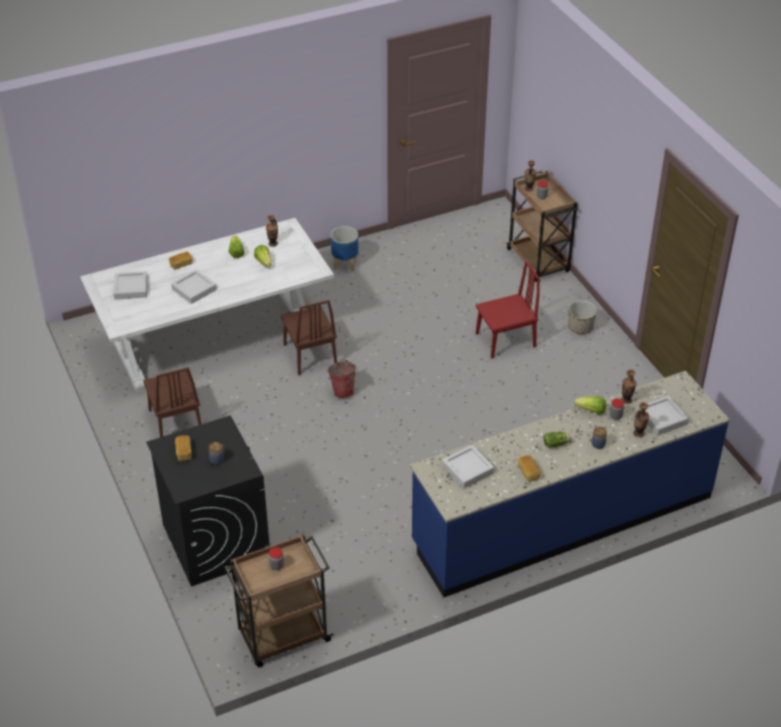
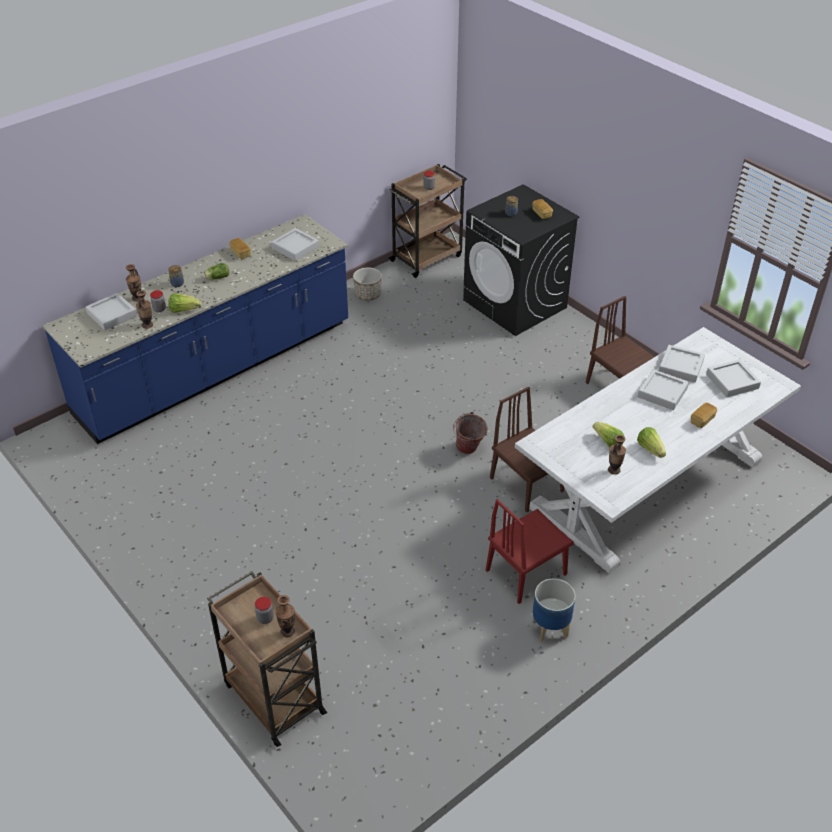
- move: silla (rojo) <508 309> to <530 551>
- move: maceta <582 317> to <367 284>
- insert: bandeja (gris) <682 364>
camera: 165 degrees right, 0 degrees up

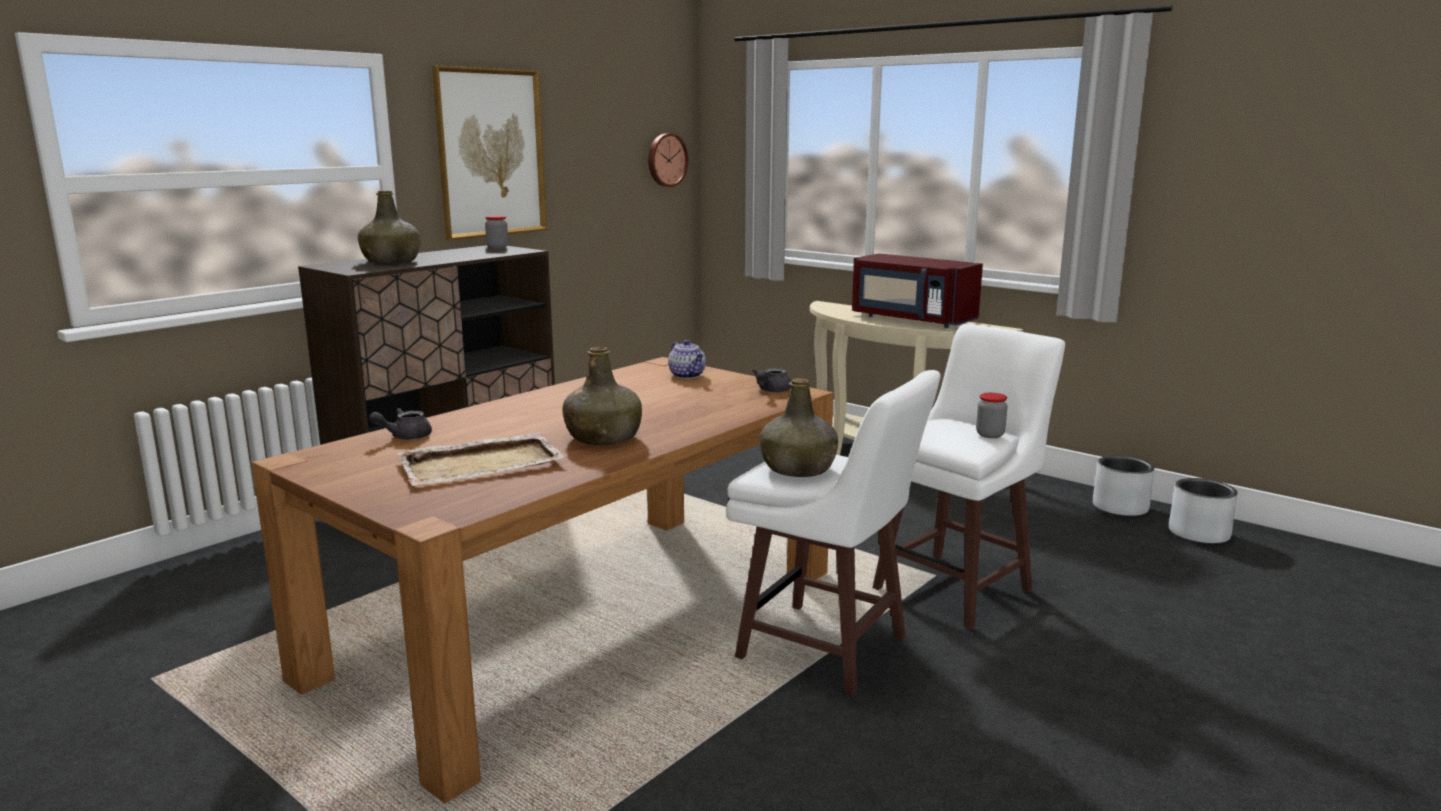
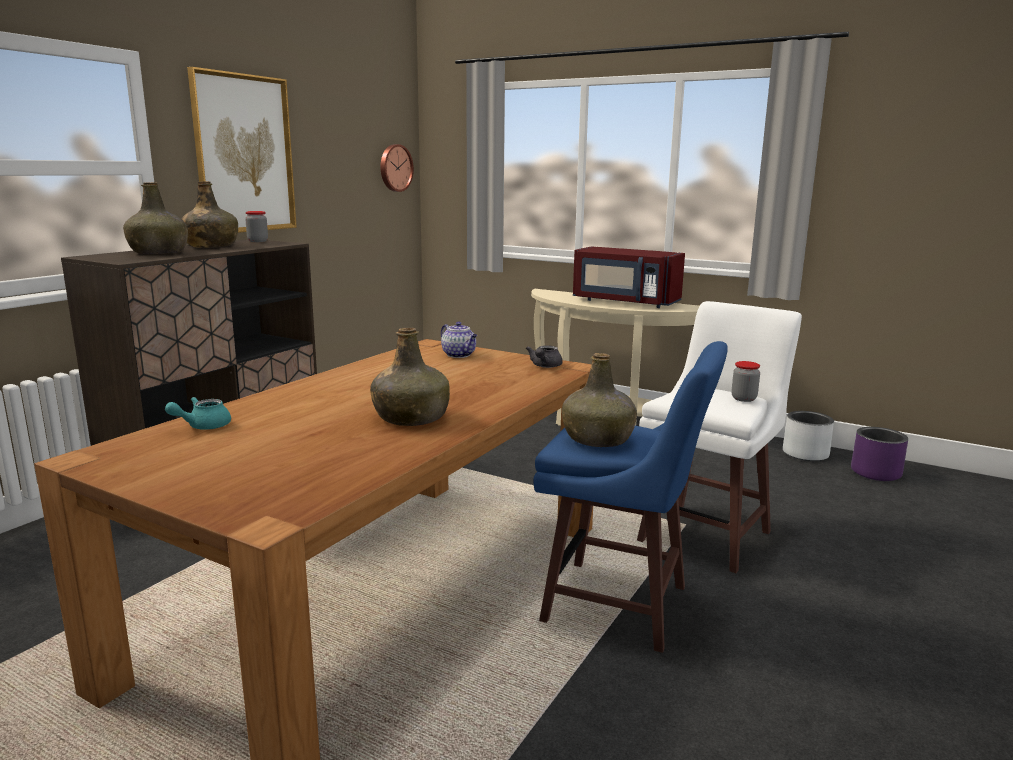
- recolor: tetera (gris) <400 424> to tetera (turquesa) <198 413>
- delete: bandeja (beis) <482 459>
- recolor: taburete (blanco) <833 533> to taburete (azul) <630 497>
- recolor: maceta (gris) <1203 511> to maceta (morado) <879 454>
- insert: botella (verde) <210 214>
camera: 10 degrees left, 0 degrees up

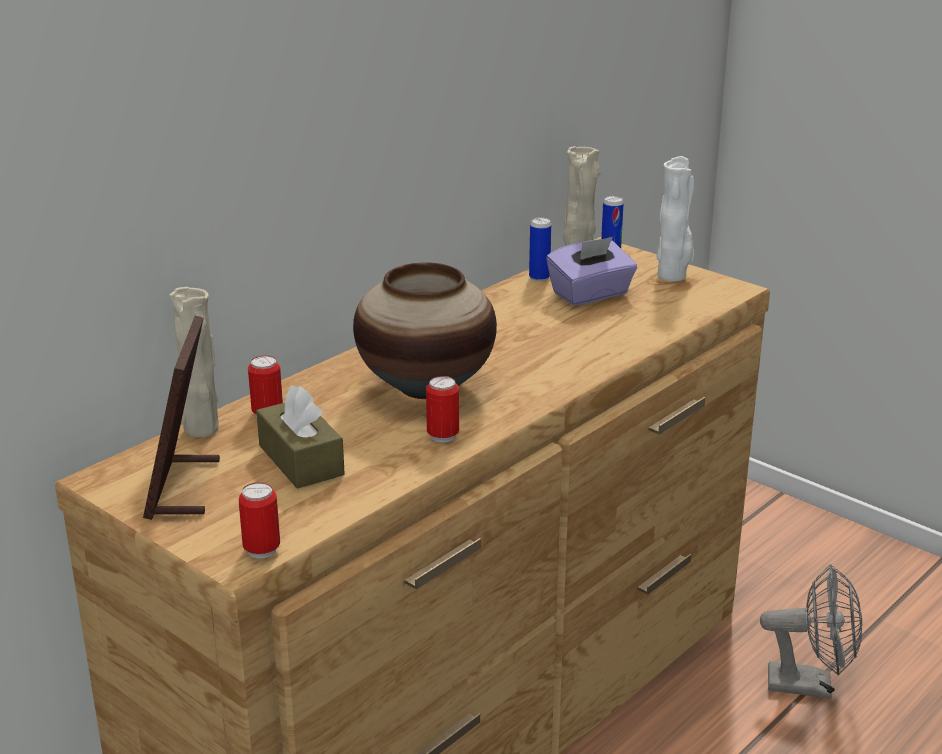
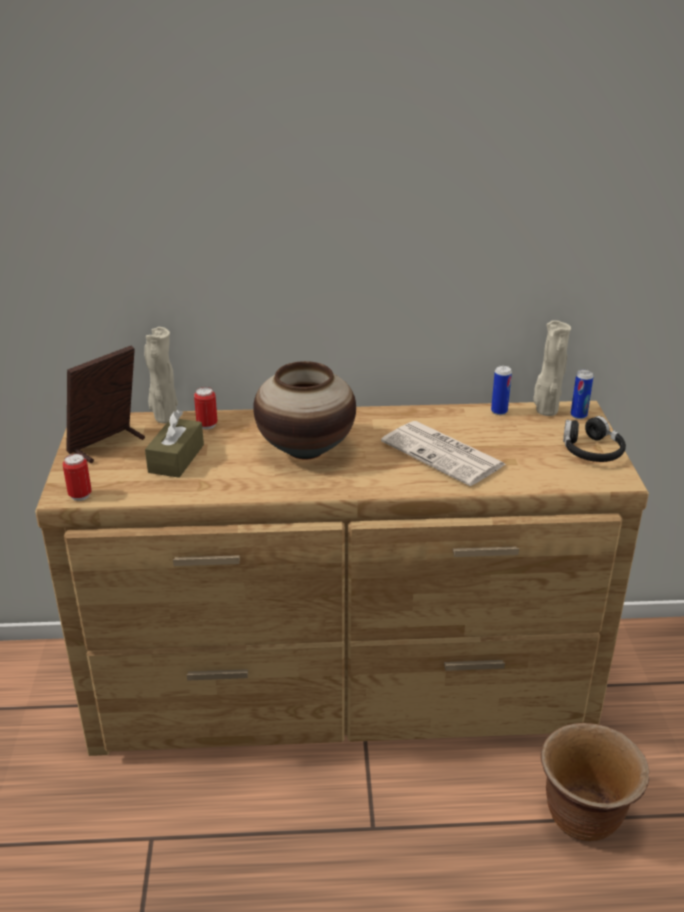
- delete: lata <442 409>
- delete: caja de pañuelos (morado) <591 271>
- replace: florero (blanco) <675 218> to auriculares (negro) <594 439>
- replace: ventilador (gris) <811 631> to maceta (marrón) <595 782>
- insert: periódico <444 453>
camera: 45 degrees right, 5 degrees up

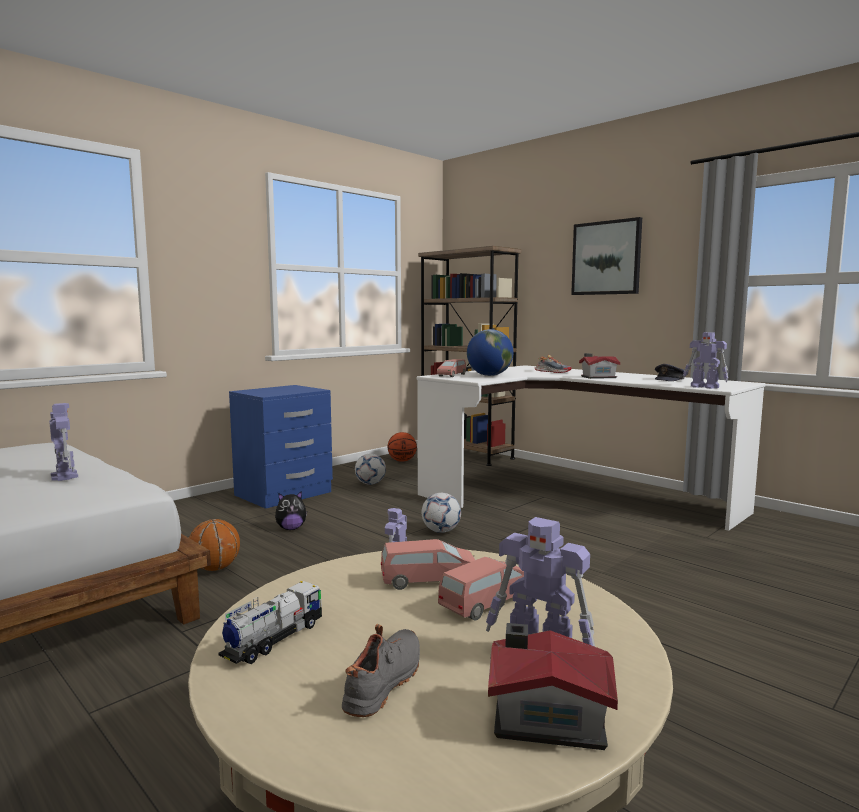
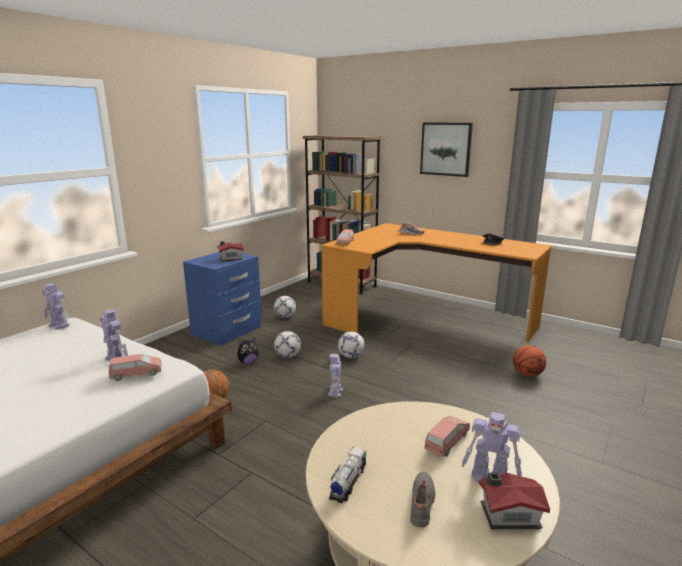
- move: coche de juguete (rosa) <428 564> to <135 367>
- move: balón de baloncesto <402 447> to <529 361>
- recolor: escritorio (blanco) <591 448> to escritorio (naranja) <436 282>
- delete: globo terráqueo <490 352>
- move: casita <599 366> to <230 251>
- move: robot de juguete <705 360> to <56 307>
- insert: balón de fútbol <287 344>
camera: 10 degrees left, 10 degrees up

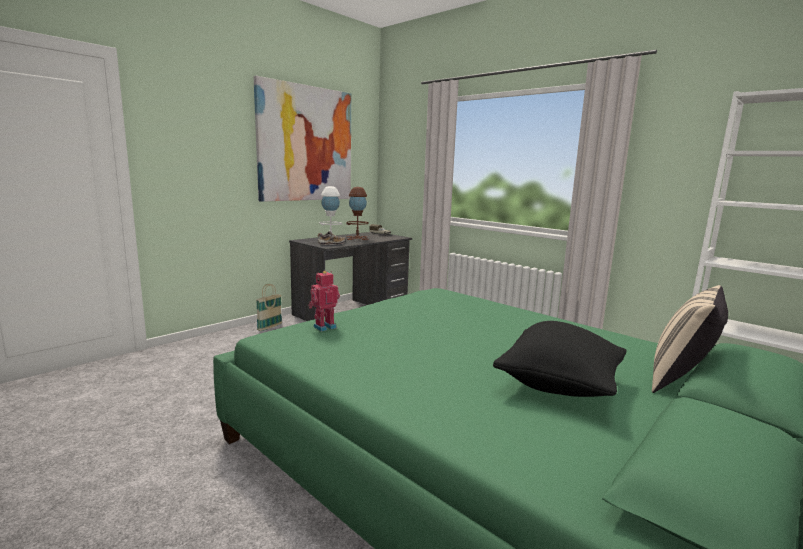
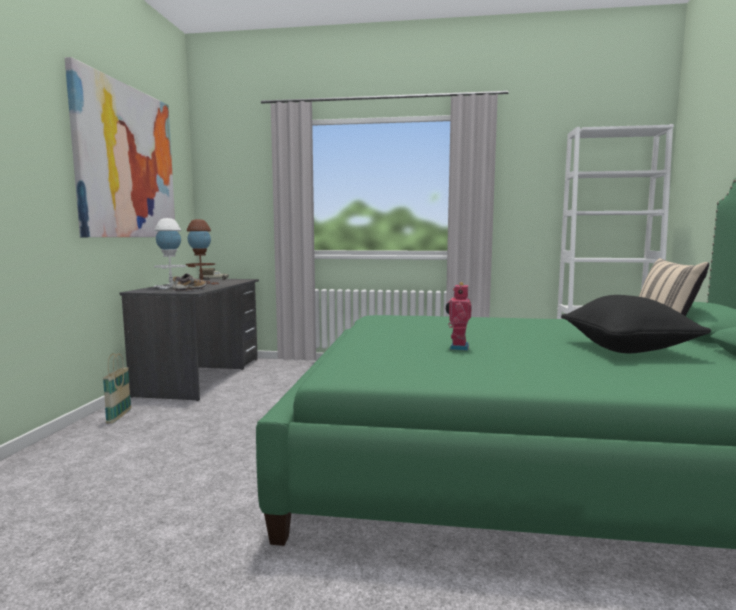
- move: robot de juguete <324 301> to <459 316>
camera: 35 degrees left, 5 degrees down

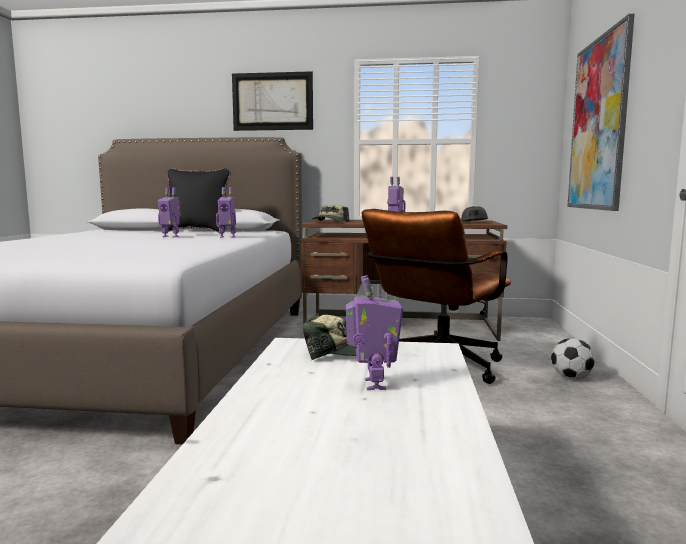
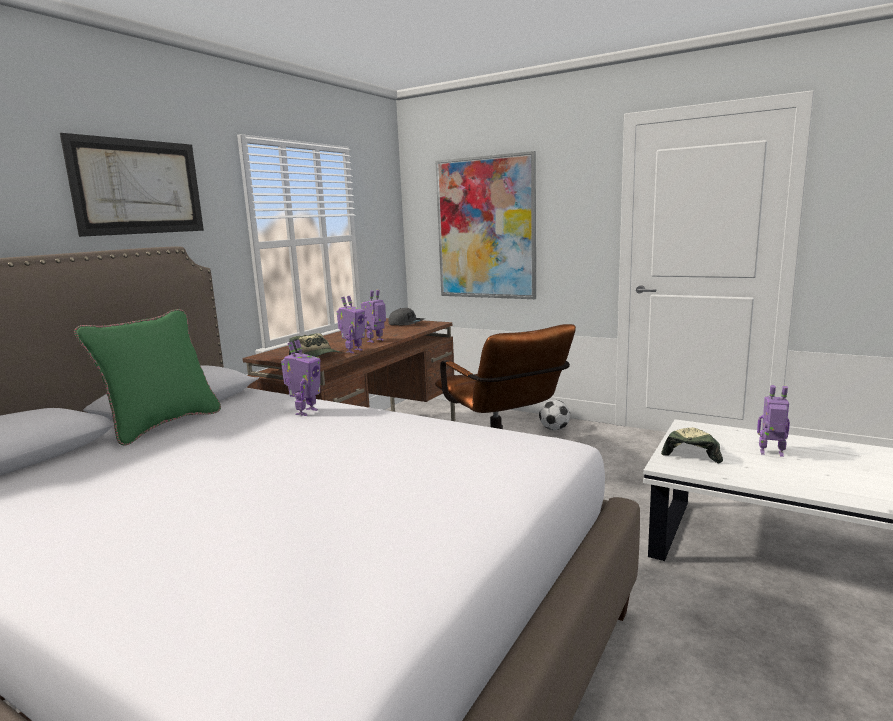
- move: robot de juguete <169 212> to <351 324>
- recolor: cojín (negro) <196 200> to cojín (verde) <147 377>
camera: 65 degrees left, 5 degrees up

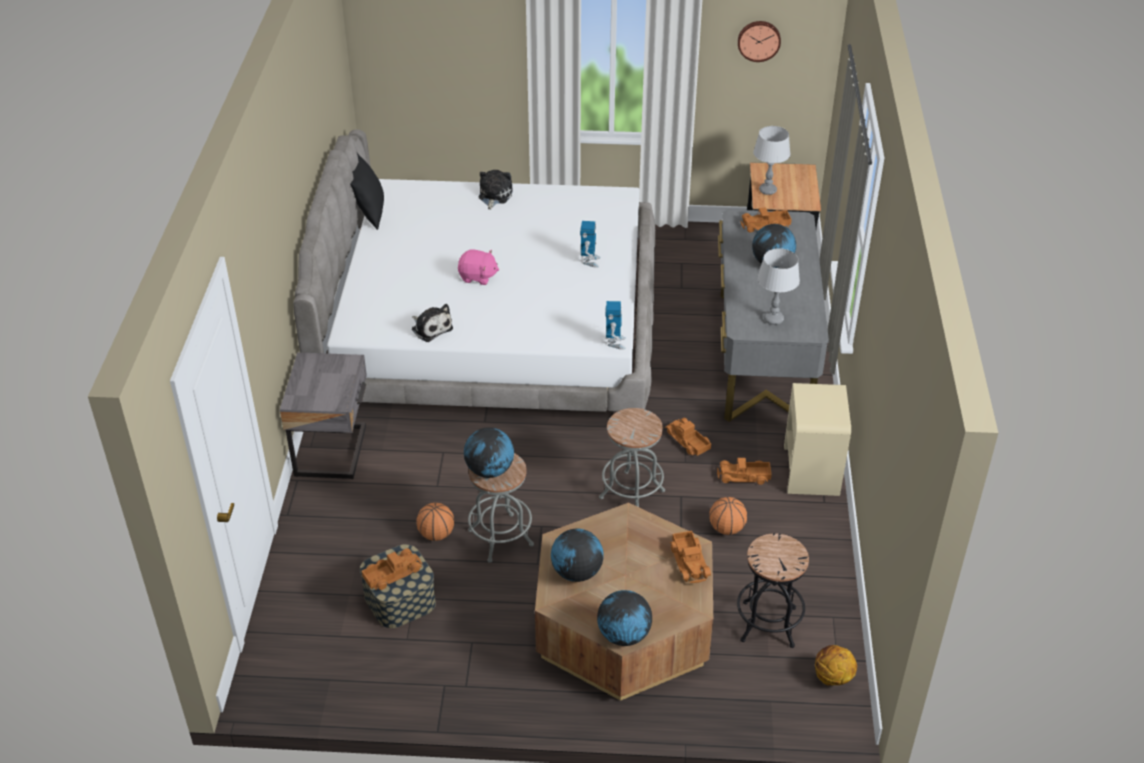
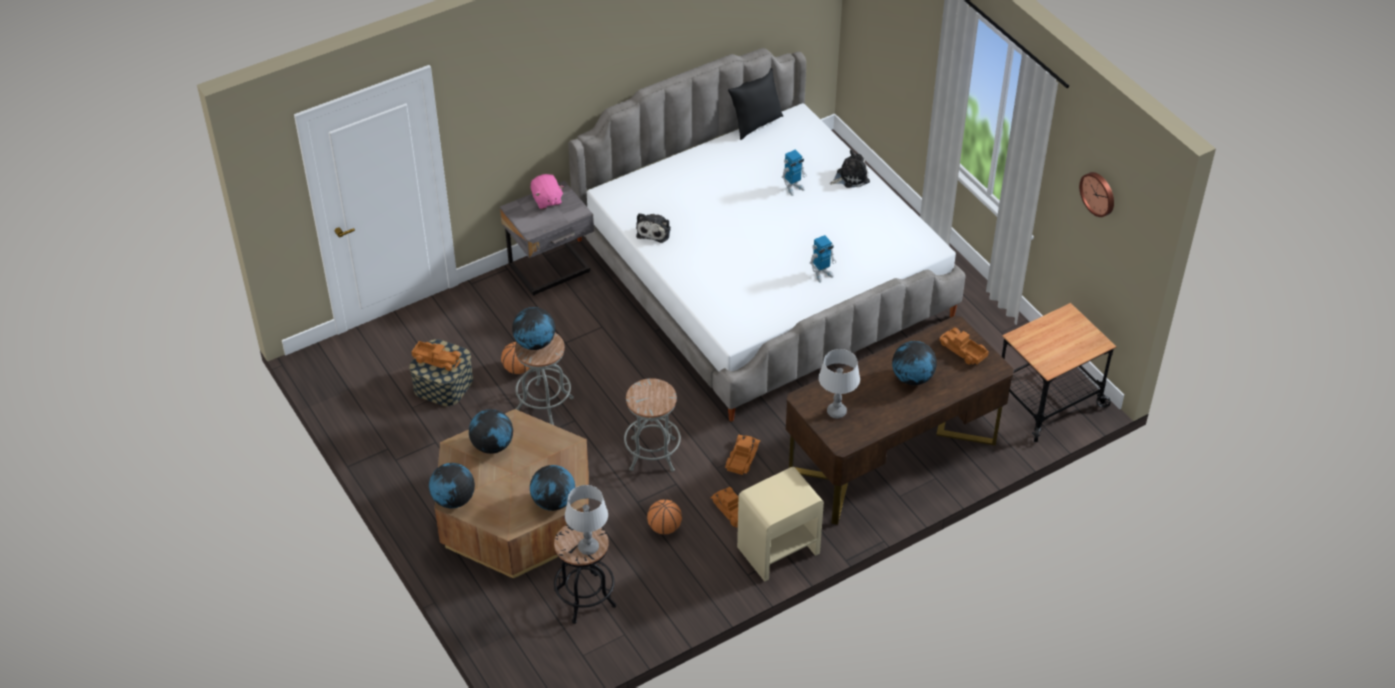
- move: peluche (rosa) <478 267> to <547 191>
- move: robot de juguete <616 325> to <794 173>
- replace: camión de juguete <690 557> to globo terráqueo <552 488>
- recolor: escritorio (gris) <773 316> to escritorio (marrón) <900 420>
- move: lámpara de mesa (gris) <772 160> to <586 520>
- delete: balón de baloncesto <836 665>
camera: 55 degrees right, 5 degrees up

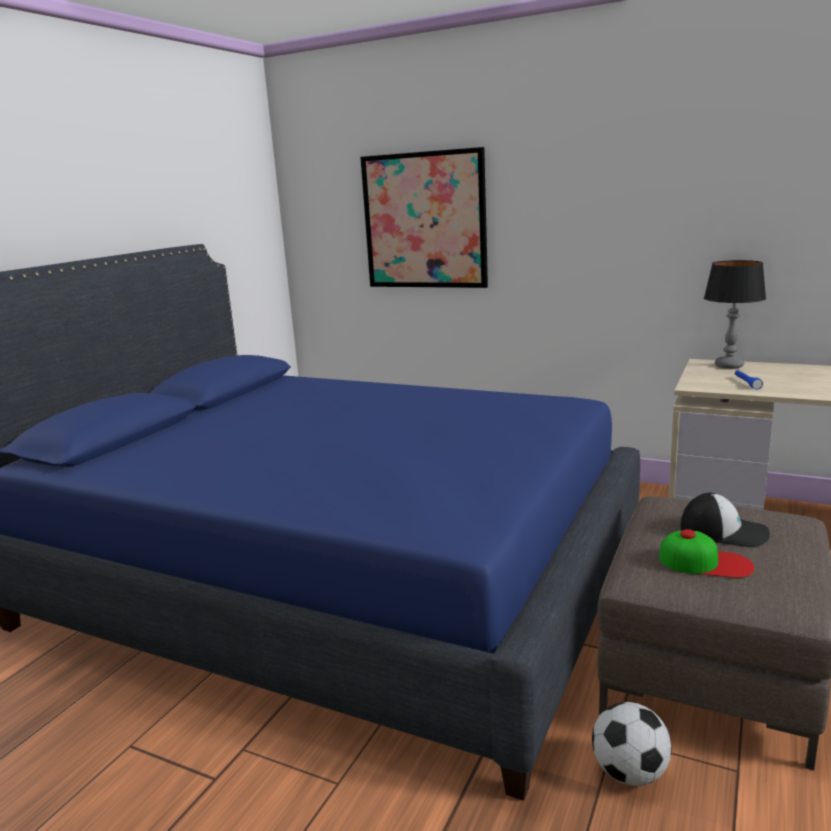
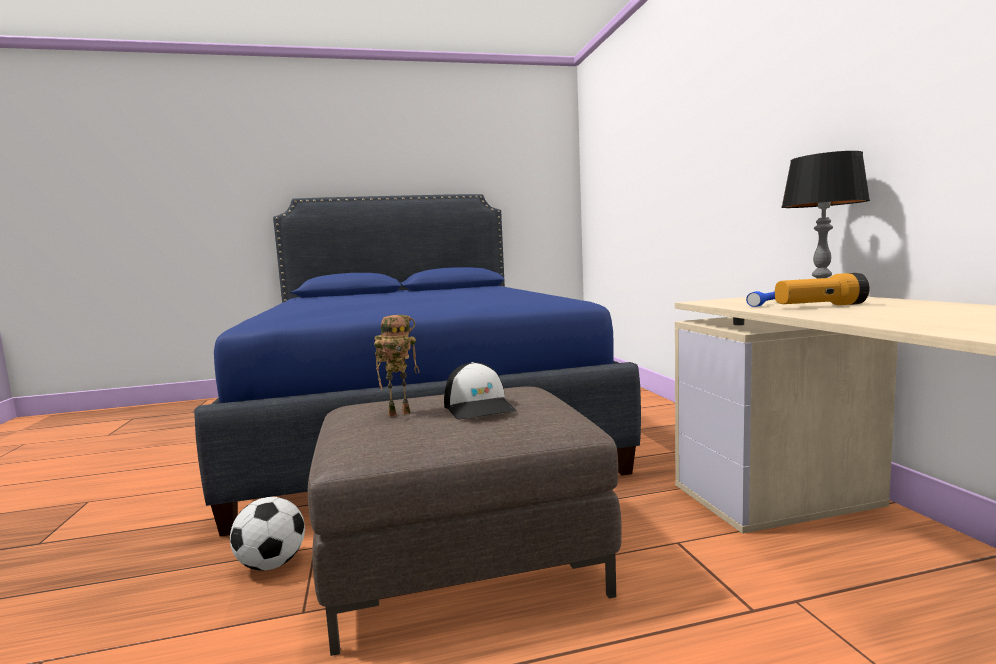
- delete: cuadro <424 217>
- replace: gorra <707 553> to robot de juguete <396 366>
- insert: linterna <822 289>
camera: 50 degrees right, 10 degrees down

